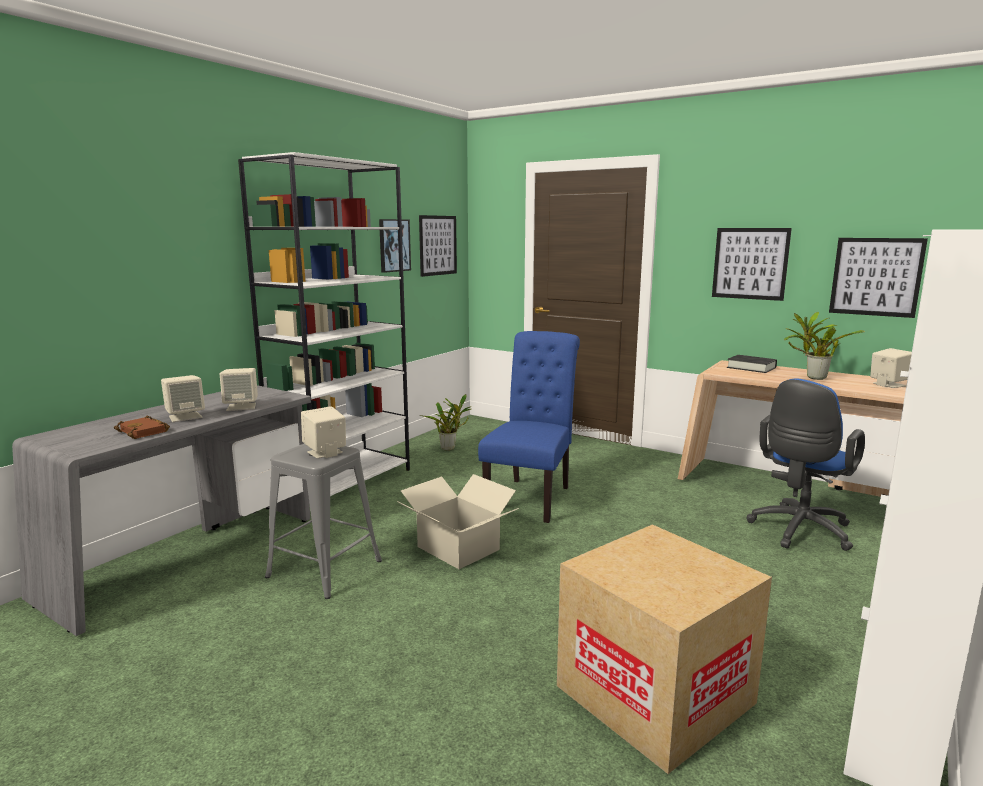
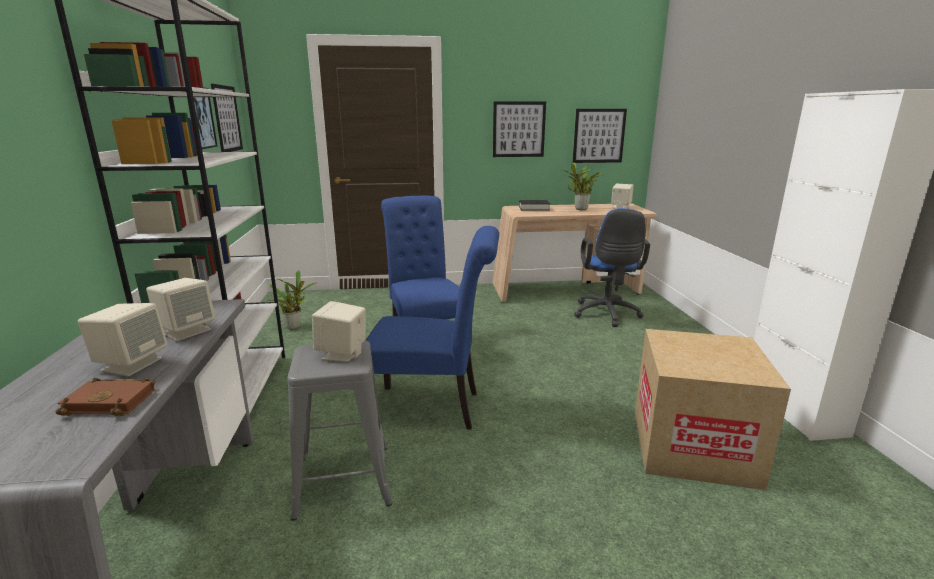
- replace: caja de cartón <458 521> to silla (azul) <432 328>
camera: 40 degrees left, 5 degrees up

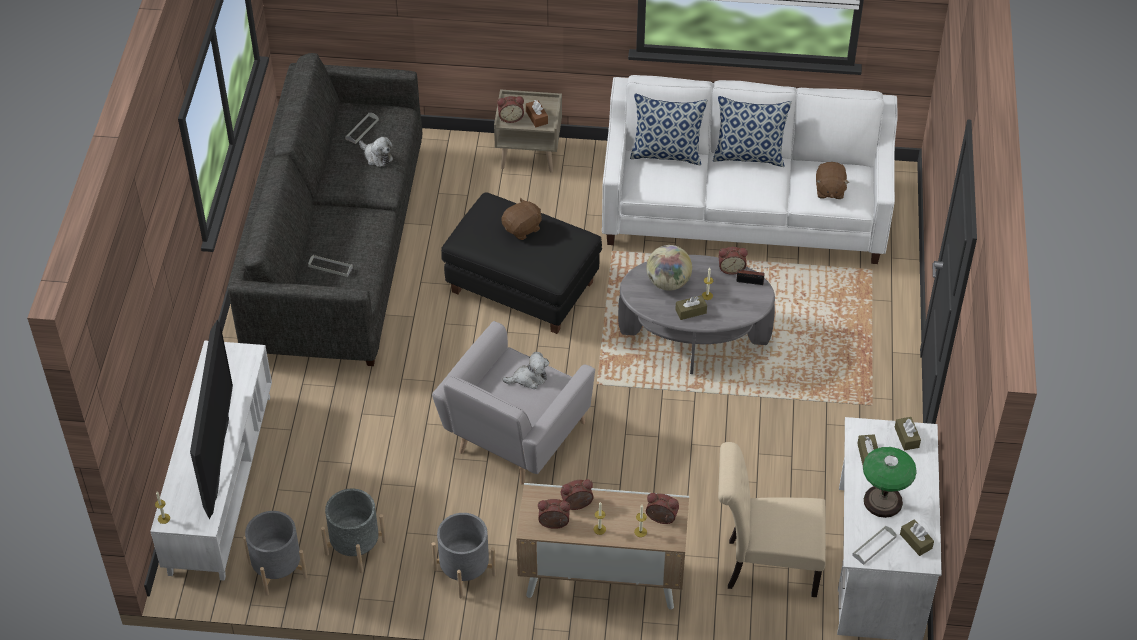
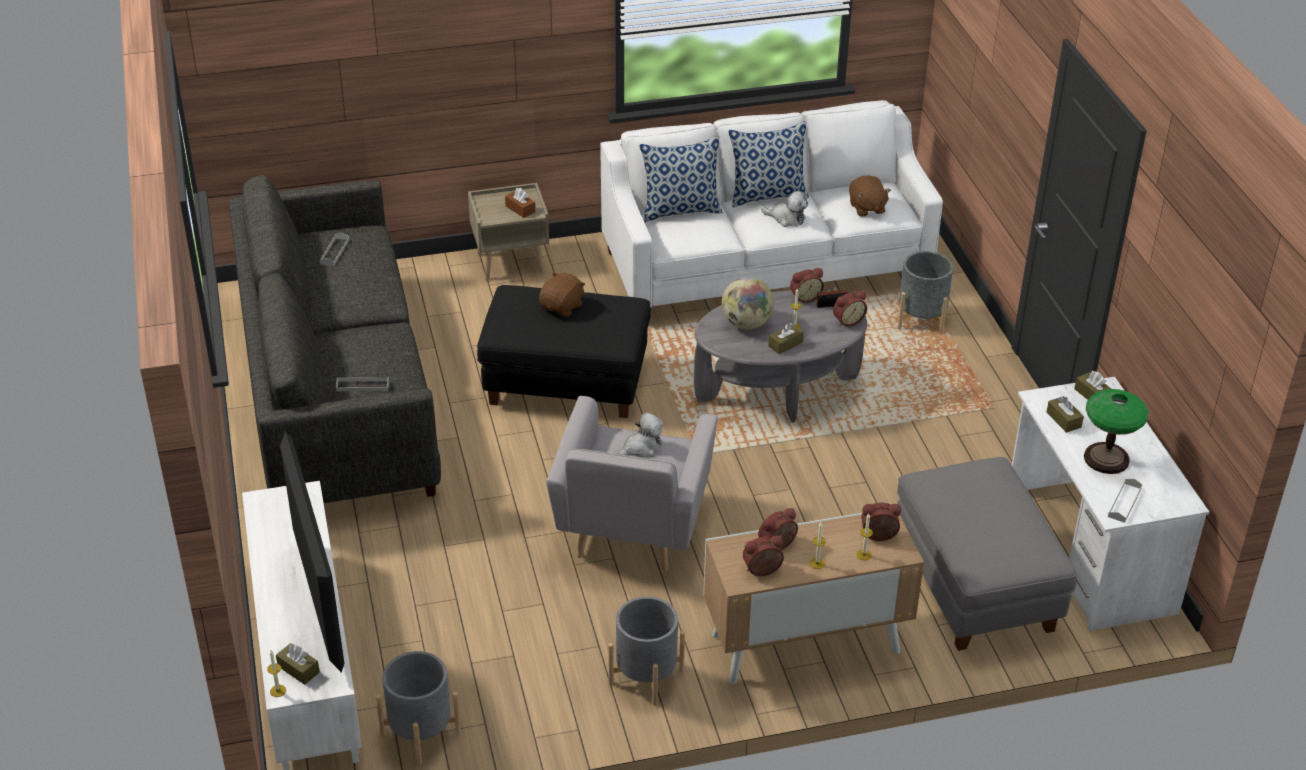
- move: maceta (gris) <353 531> to <925 293>
- move: peluche <376 152> to <784 209>
- move: despertador <510 109> to <850 309>
- replace: silla (beis) <772 519> to puf (gris) <987 554>
- move: caja de pañuelos (marrón) <917 537> to <298 664>
camera: 20 degrees left, 10 degrees down

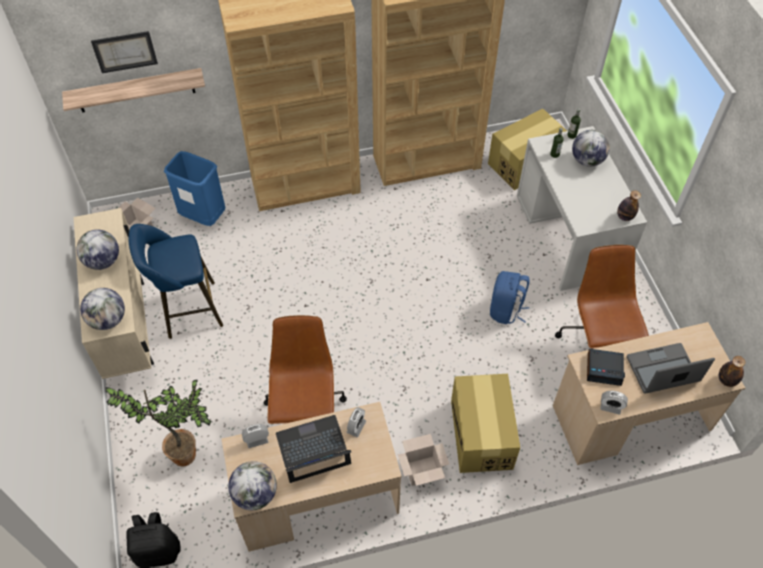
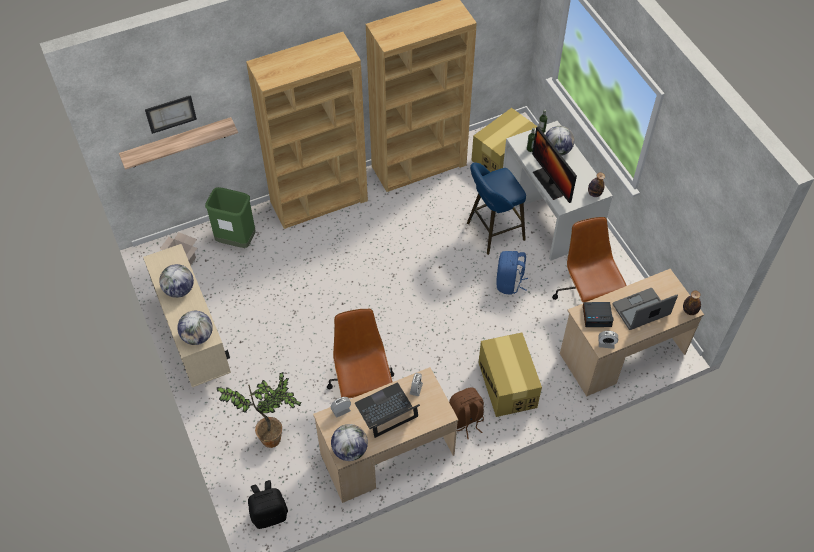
- move: taburete (azul) <176 281> to <496 209>
- recolor: papelera (azul) <194 188> to papelera (verde) <230 217>
- replace: caja de cartón <423 460> to mochila (marrón) <466 413>
- insert: monitor <554 164>
camera: 10 degrees left, 0 degrees up

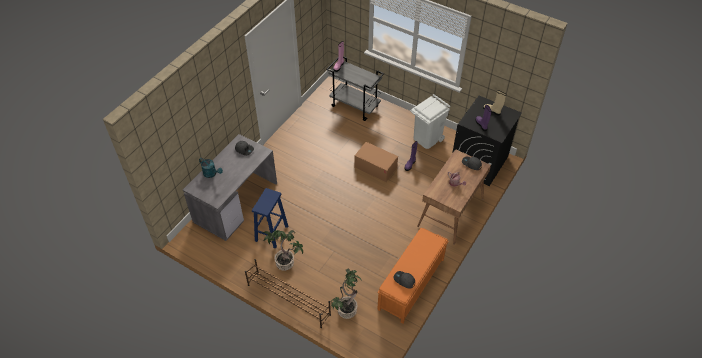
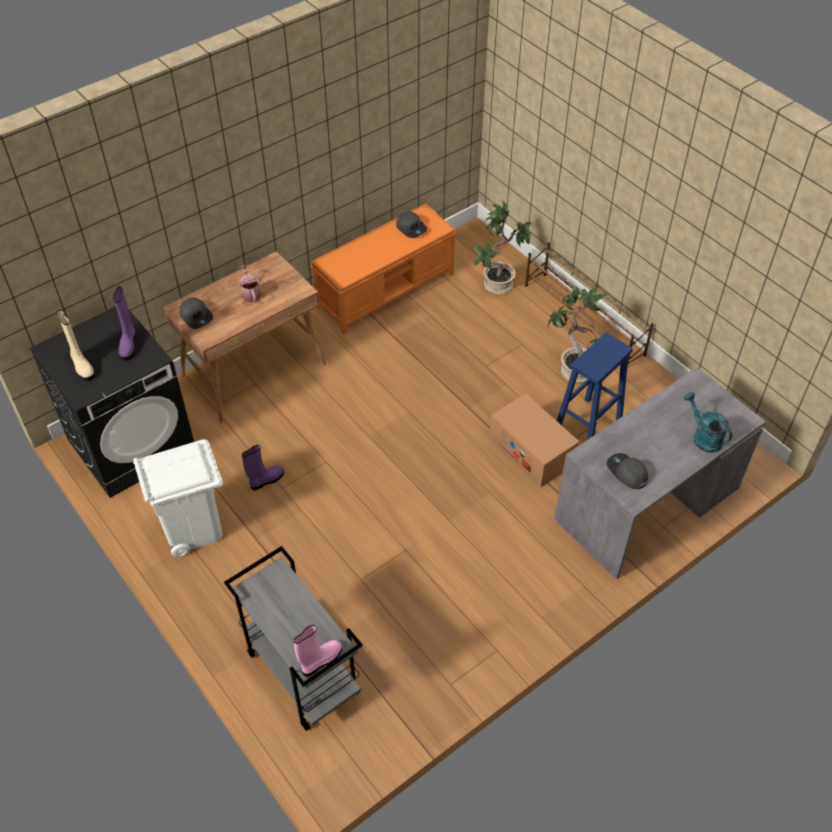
- move: caja de cartón <376 162> to <534 440>
camera: 160 degrees left, 0 degrees up

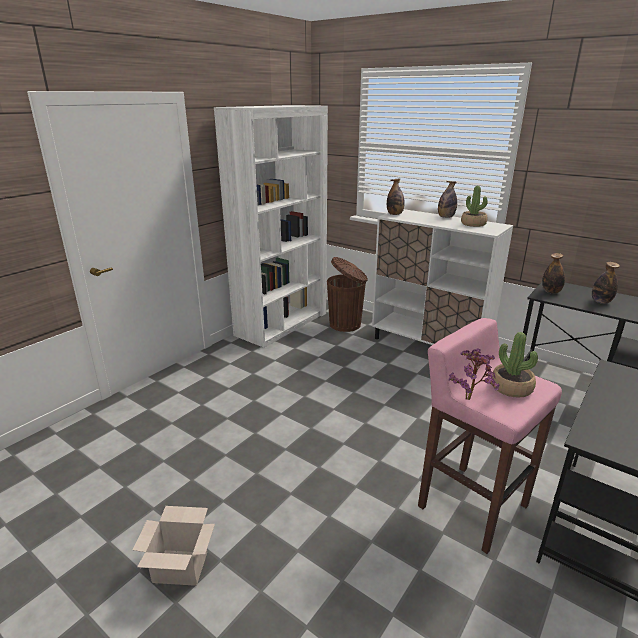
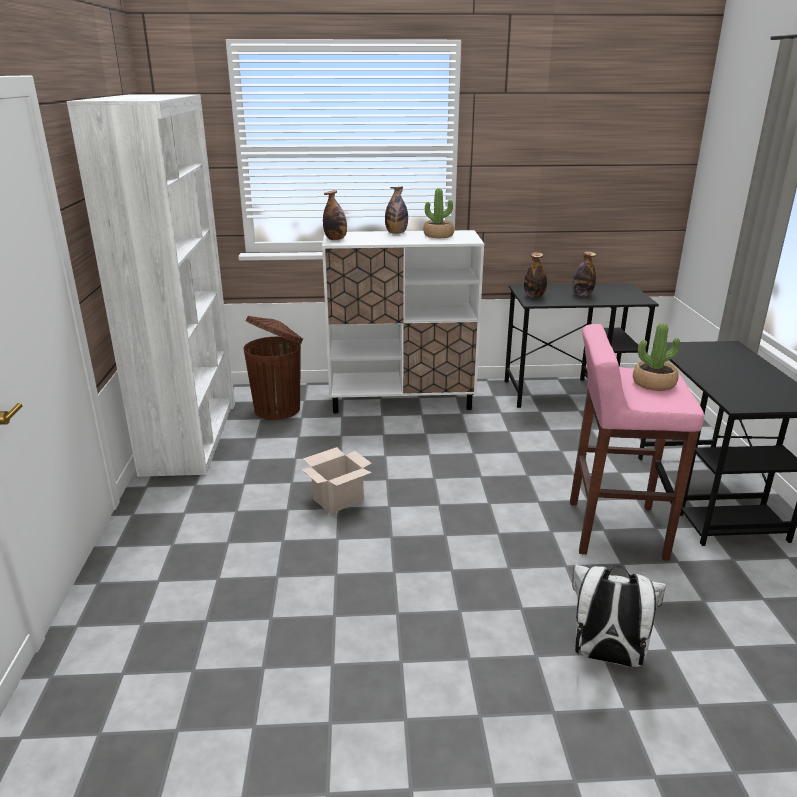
- move: caja de cartón <174 546> to <336 480>
- delete: planta en maceta <474 374>
- insert: mochila (blanco) <619 615>
camera: 40 degrees left, 0 degrees up

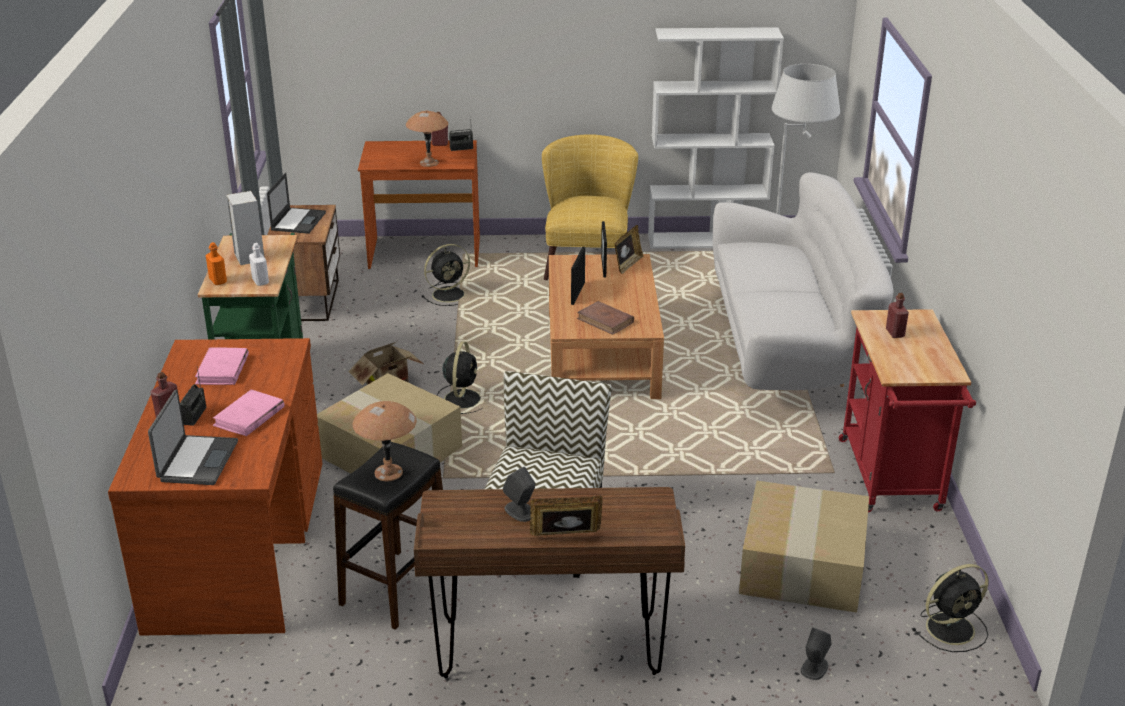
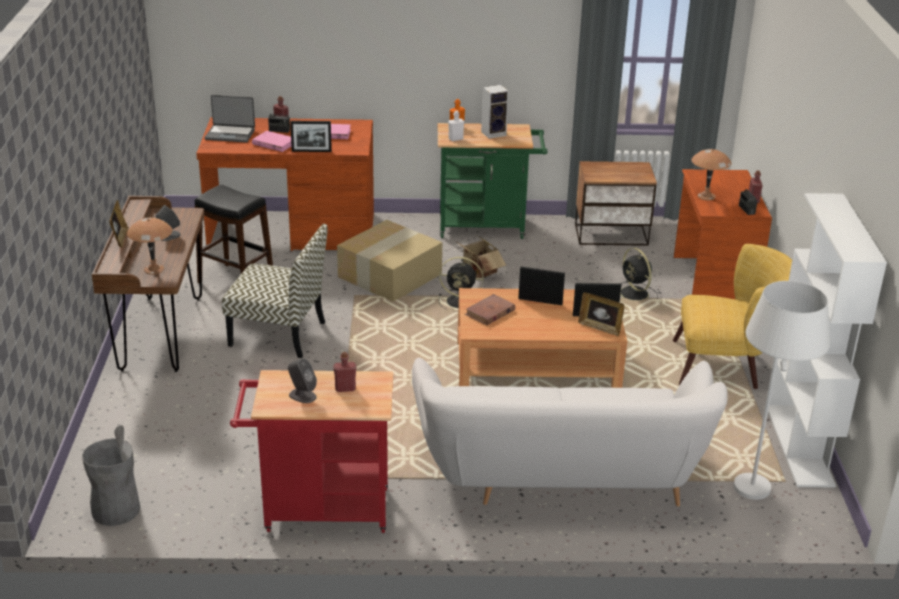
- delete: portátil <296 203>
- move: lámpara de mesa (marrón) <384 441> to <149 246>
- delete: caja de cartón <804 547>
- move: altavoz (gris) <816 654> to <302 381>
- replace: ventilador (negro) <950 608> to papelera (gris) <111 475>
- insert: portarretratos <311 136>
camera: 90 degrees right, 0 degrees up

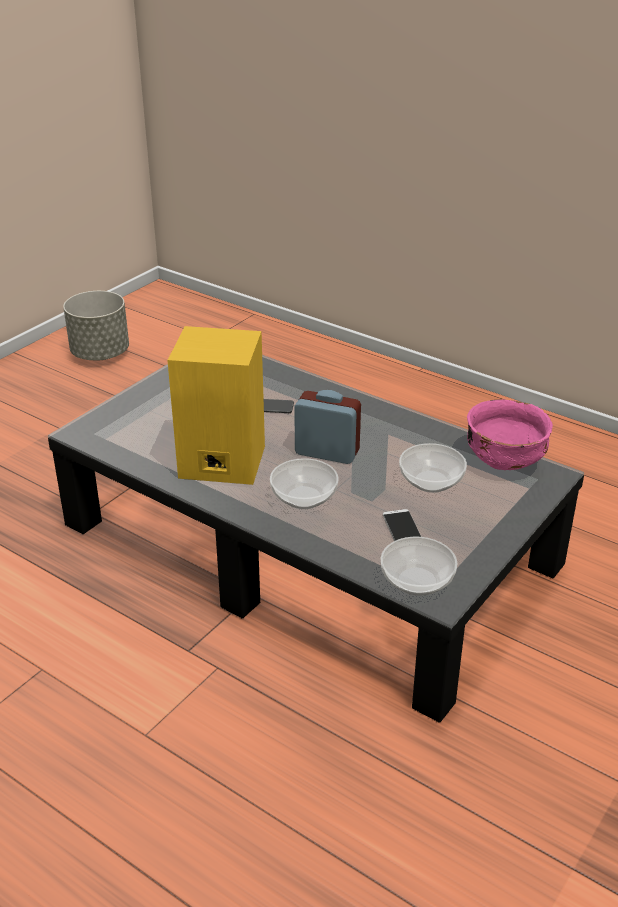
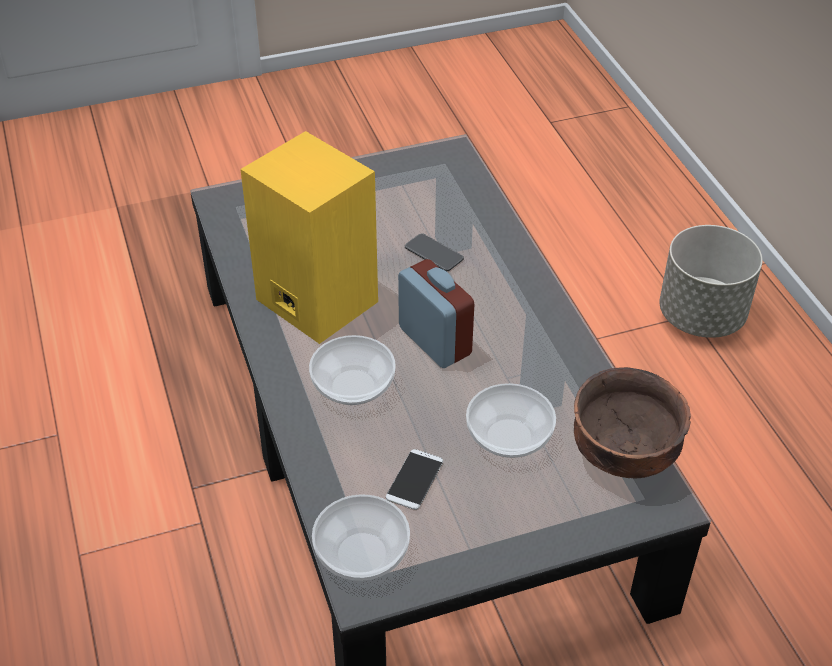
- move: maceta (gris) <96 326> to <711 281>
- recolor: cuenco (rosa) <510 434> to cuenco (marrón) <632 423>
camera: 35 degrees right, 10 degrees up

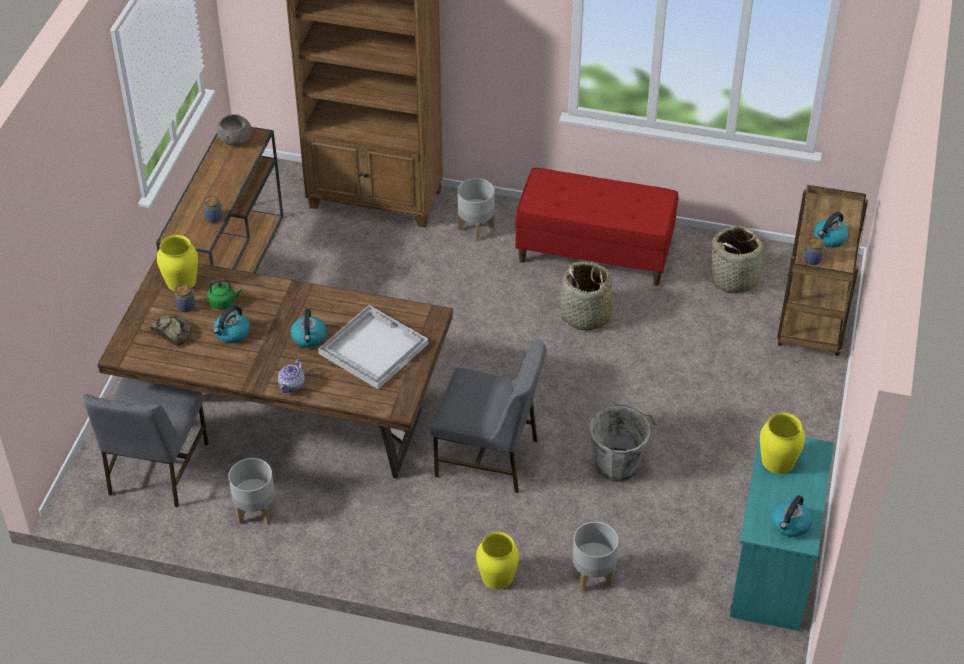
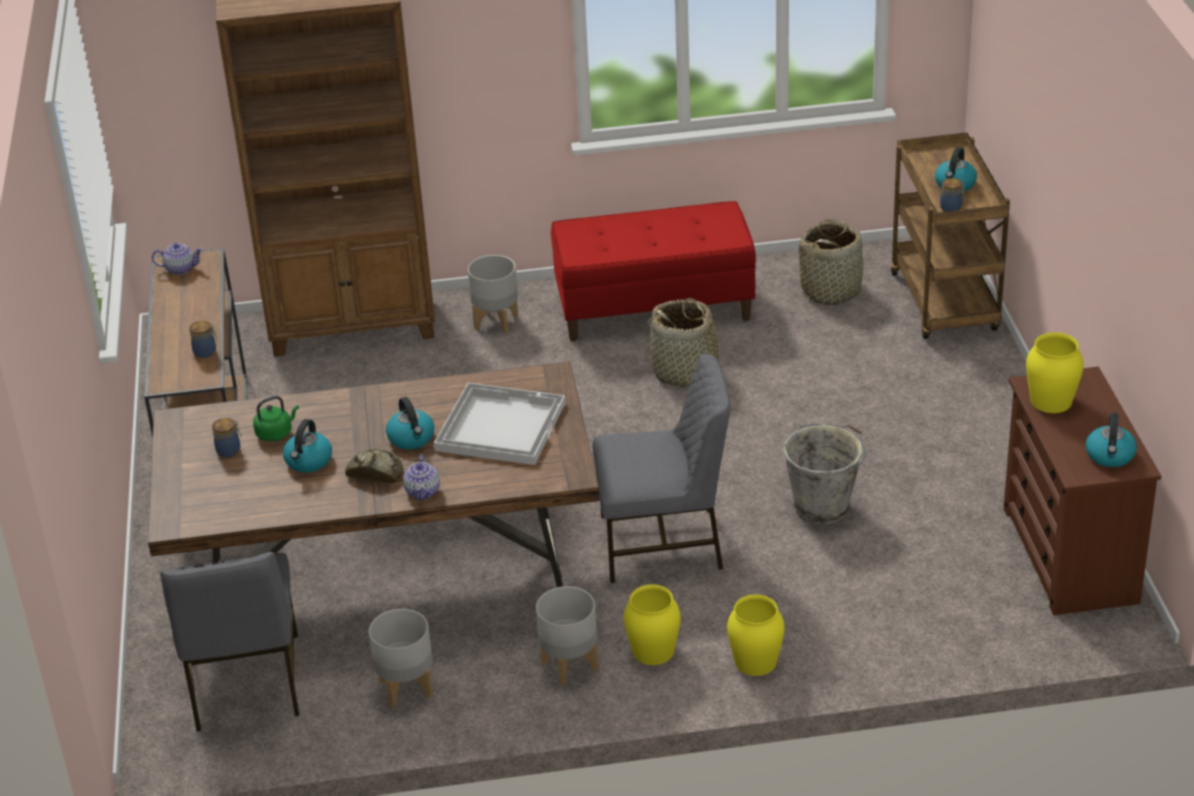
- move: pan <171 331> to <374 466>
- move: florero (amarillo) <177 263> to <652 624>
- replace: cuenco (gris) <234 130> to tetera <177 259>
- move: maceta (gris) <595 556> to <567 636>
- recolor: cómoda (turquesa) <782 530> to cómoda (marrón) <1082 490>
camera: 20 degrees left, 10 degrees down

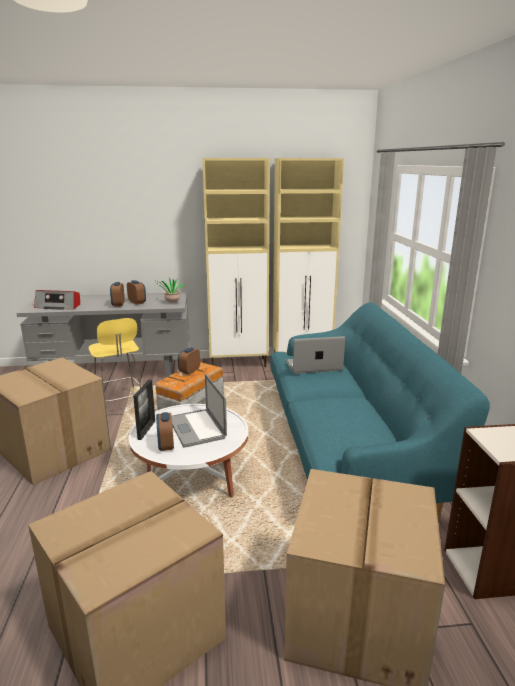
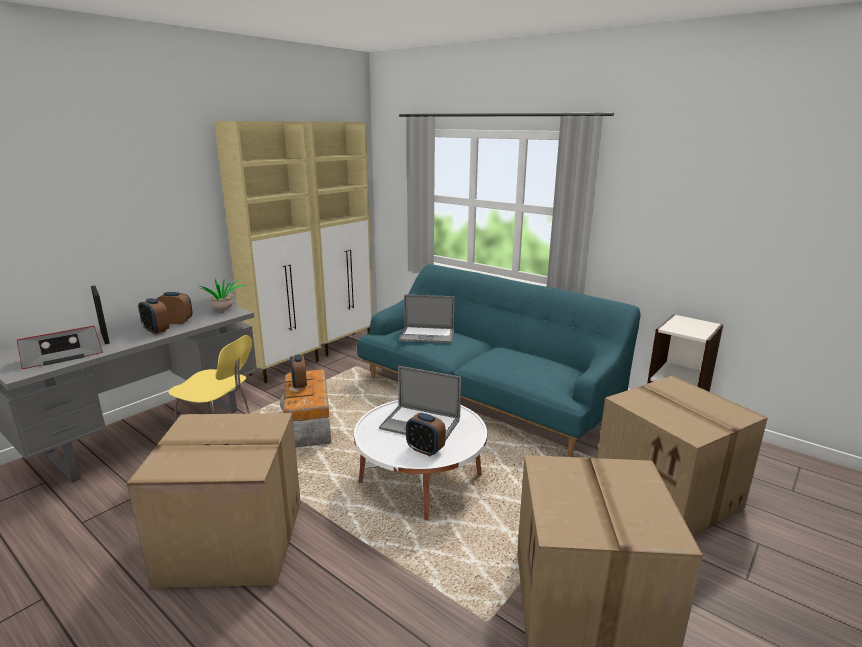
- move: portarretratos <144 410> to <100 315>
- rotate: portátil <315 355> = <427 319> 120 degrees counterclockwise
camera: 45 degrees left, 0 degrees up

